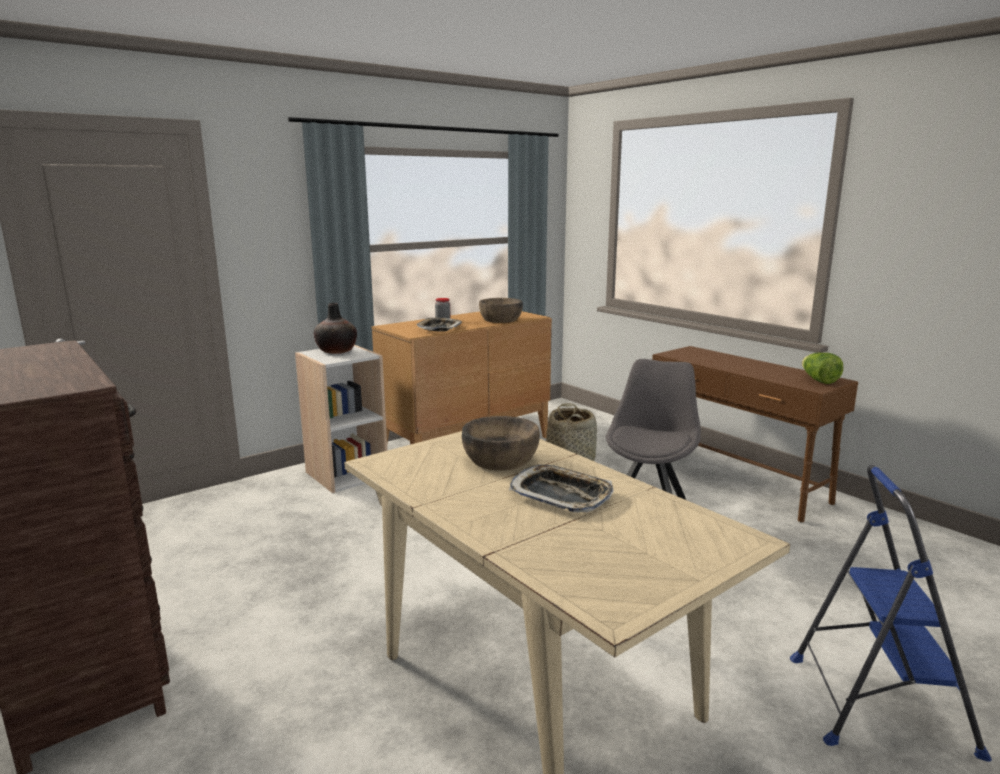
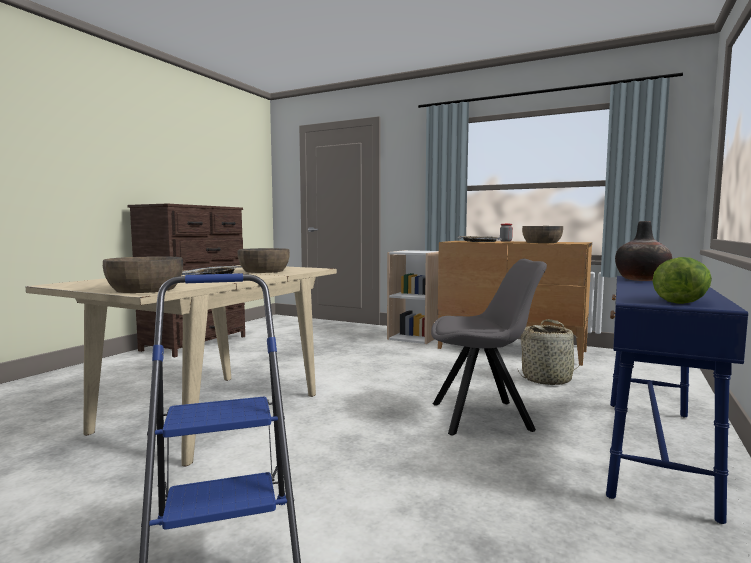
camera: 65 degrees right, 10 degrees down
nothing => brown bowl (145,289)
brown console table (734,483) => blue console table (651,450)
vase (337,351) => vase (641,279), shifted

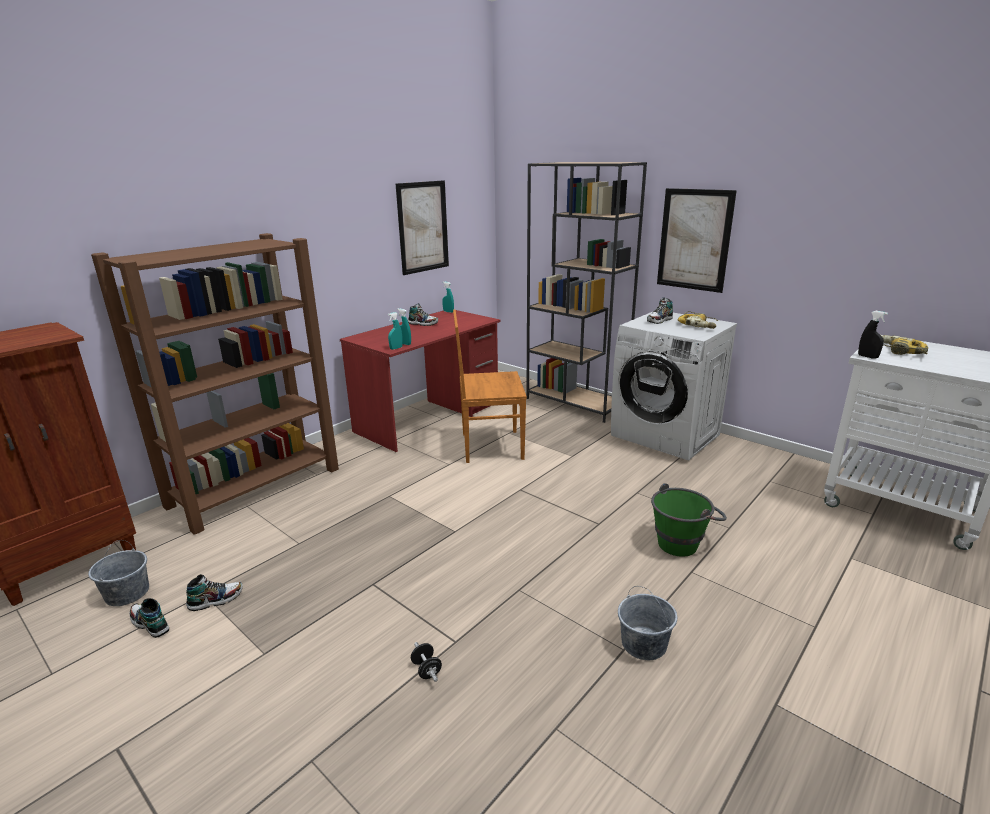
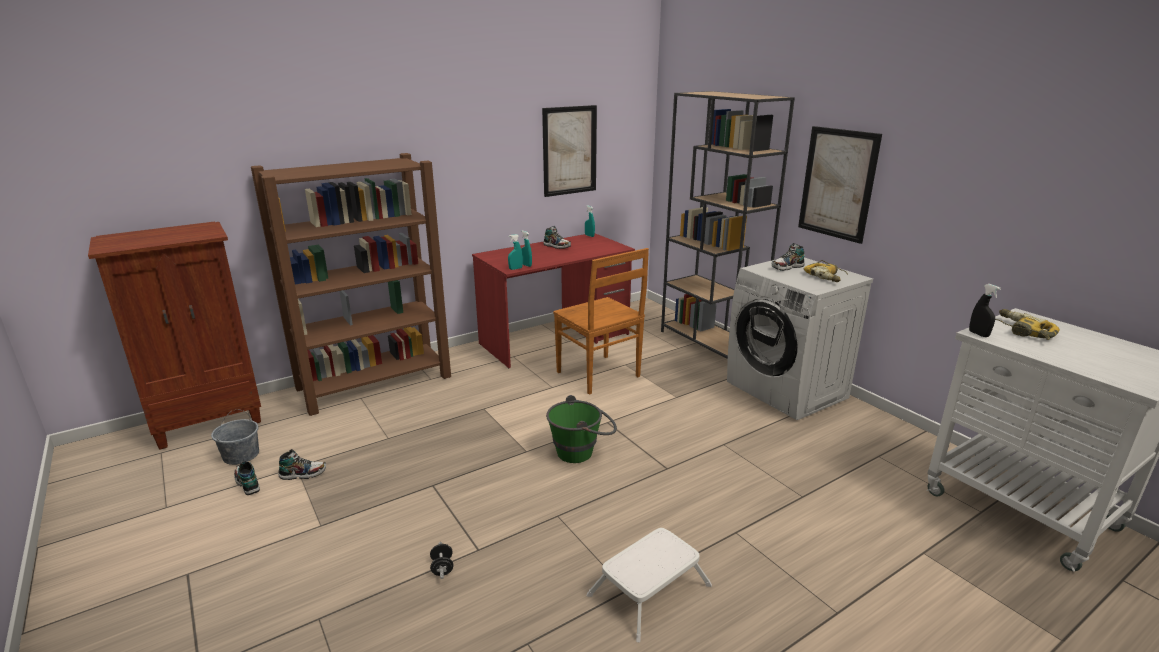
camera: 15 degrees right, 0 degrees up
green bucket (683,541) => green bucket (582,451), shifted
brown chair (489,446) => brown chair (599,375), 135 degrees counterclockwise
grey bucket (644,644) => white step ladder (649,590)

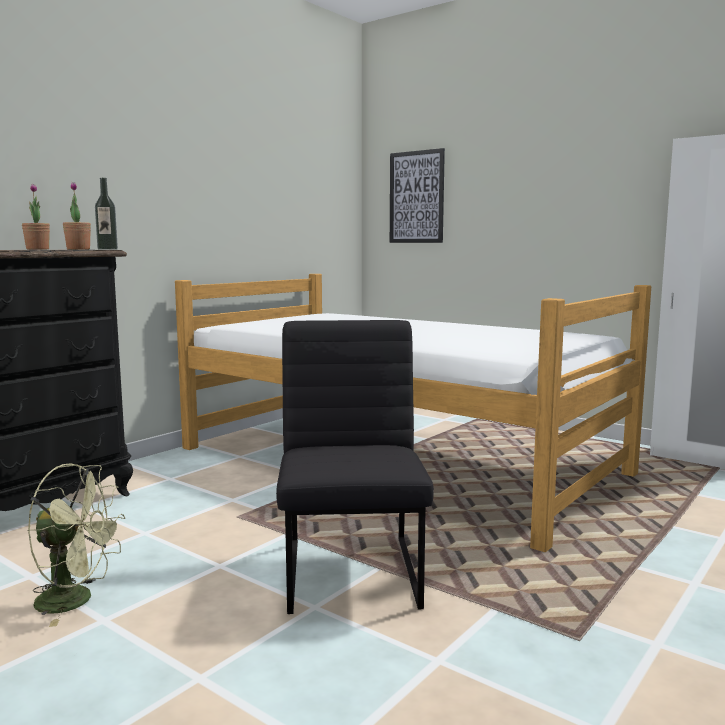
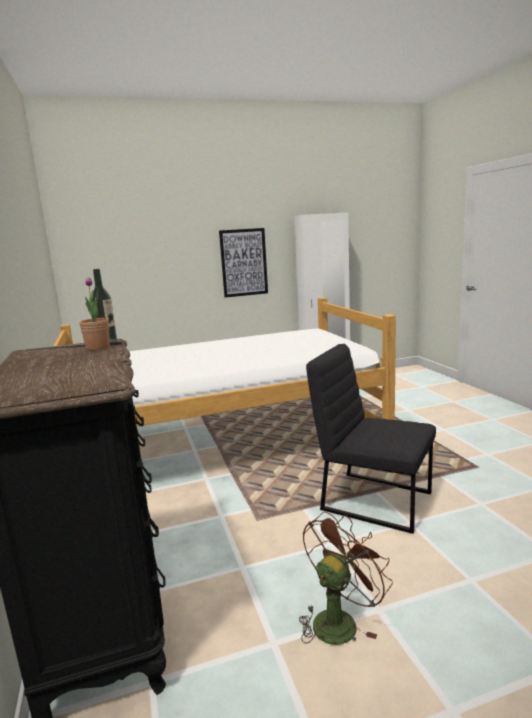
camera: 55 degrees left, 5 degrees up
picture (416,197) => picture (244,262), shifted
green fan (76,601) => brown fan (339,620)
potted plant (37,249) => nothing

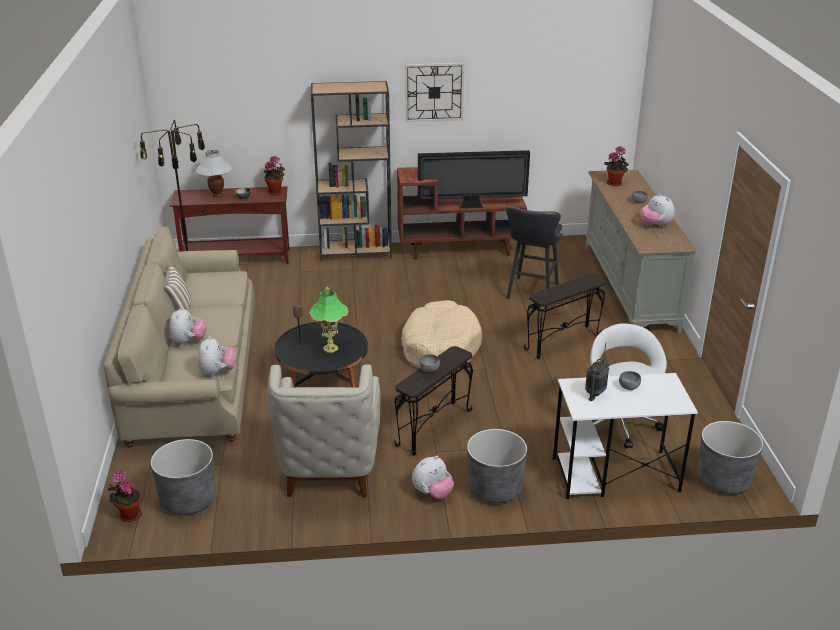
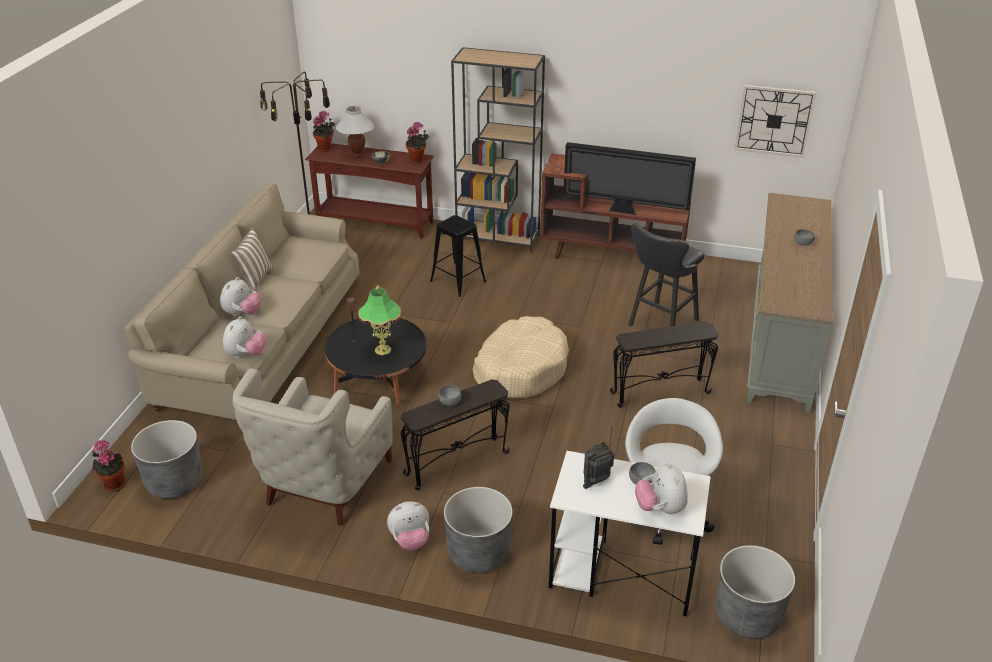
camera: 20 degrees right, 5 degrees up
potted plant (615,183) => potted plant (326,148), shifted
nothing => black stool (458,281)
plush toy (655,225) => plush toy (660,508), shifted
wall clock (434,92) => wall clock (774,121), shifted

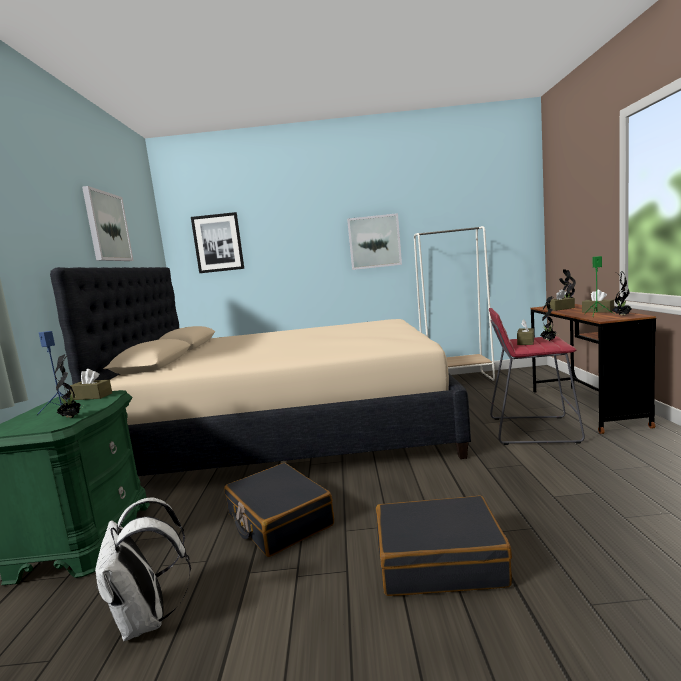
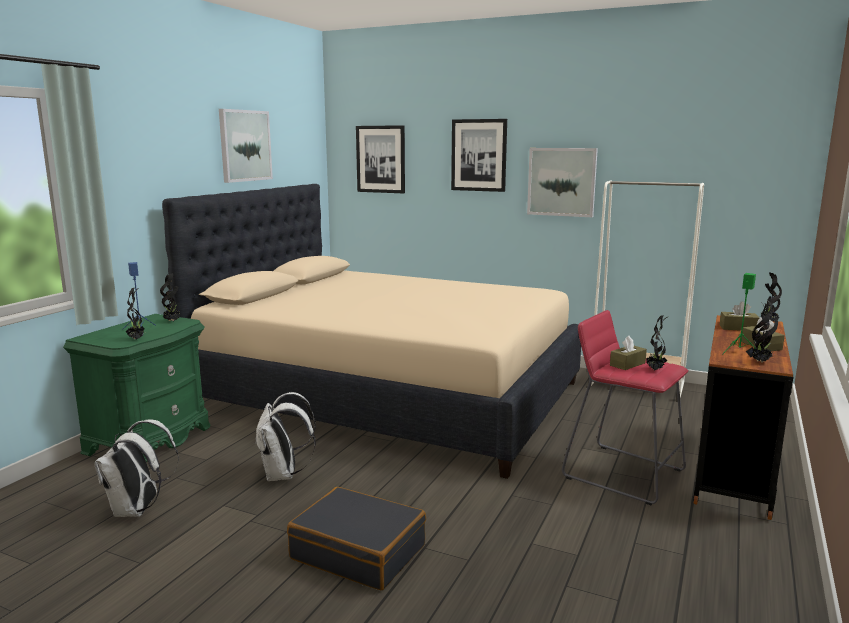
camera: 25 degrees right, 5 degrees up
brown tissue box (92,396) => potted plant (172,321)
black suitcase (279,520) => white backpack (283,475)
nothing => picture (479,155)

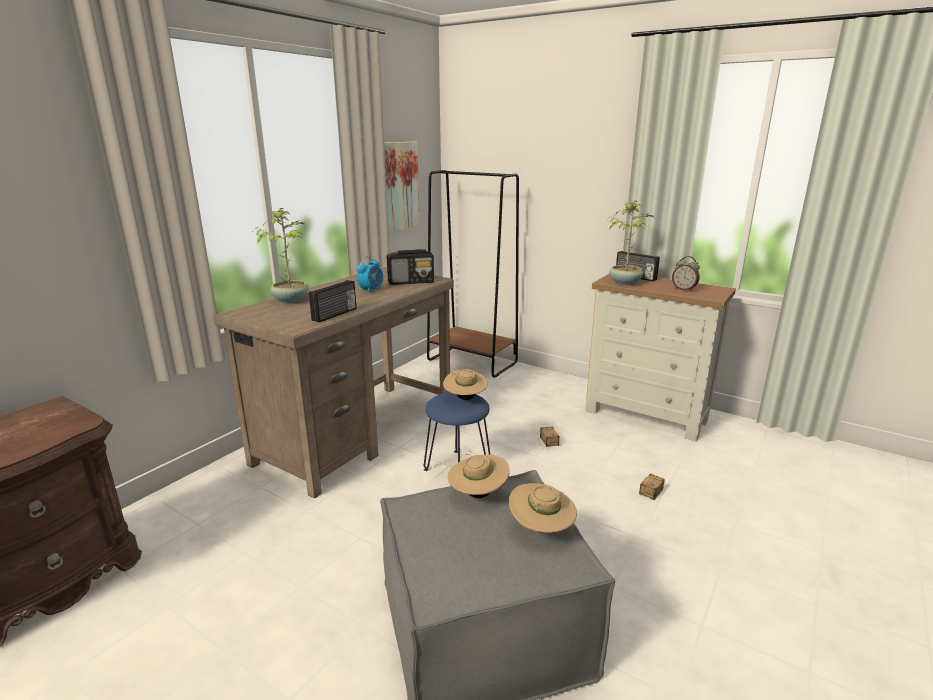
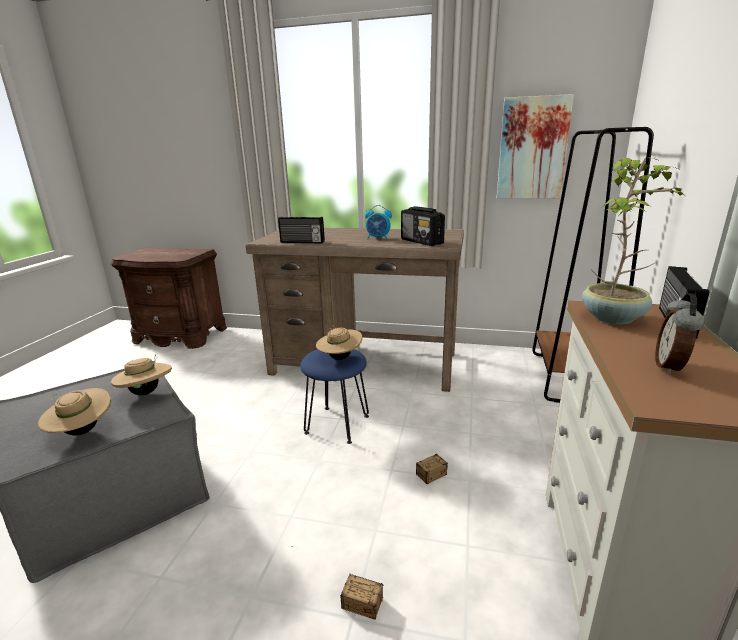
camera: 70 degrees right, 0 degrees up
potted plant (291,300) => nothing

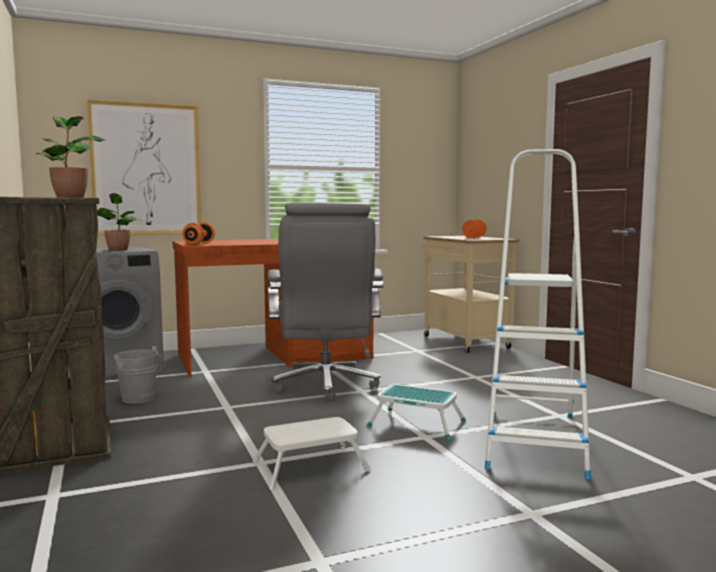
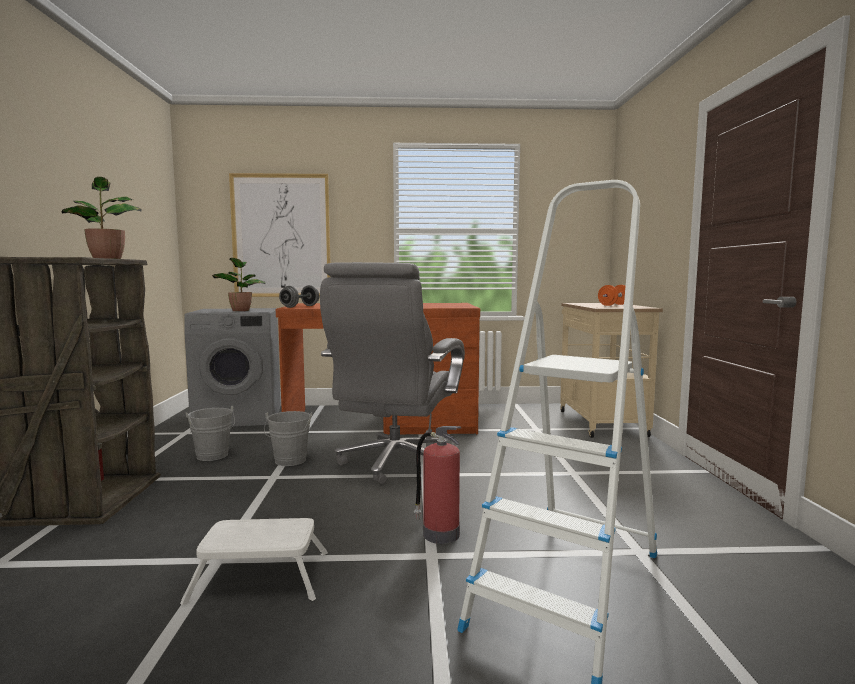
camera: 20 degrees right, 0 degrees up
nothing => grey bucket (289,462)
orange dumbbell (199,244) => grey dumbbell (300,306)
turquoise step ladder (416,424) => fire extinguisher (439,533)

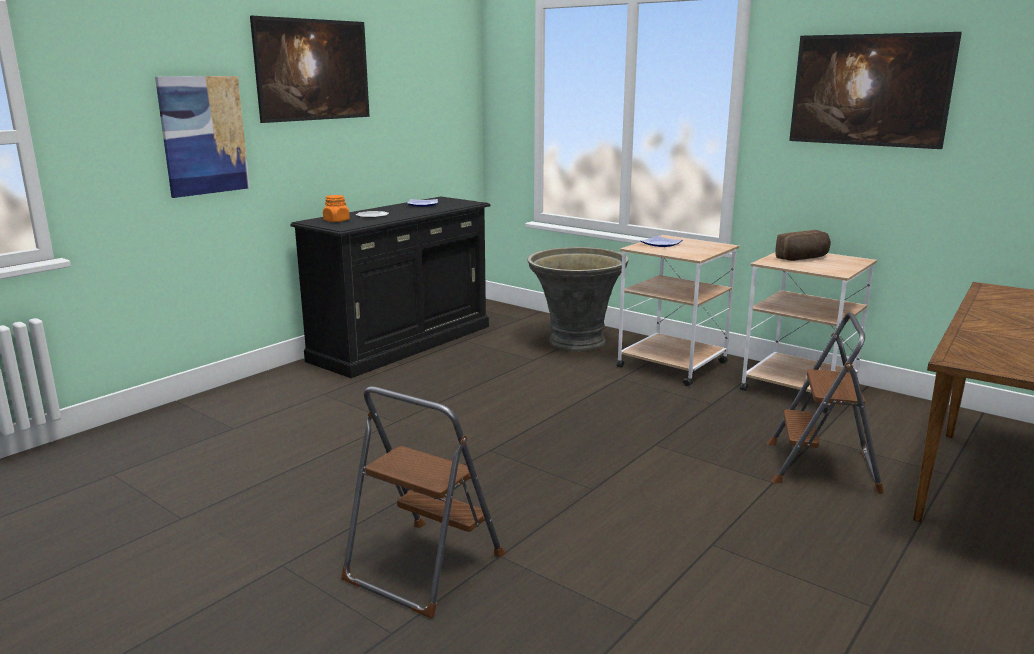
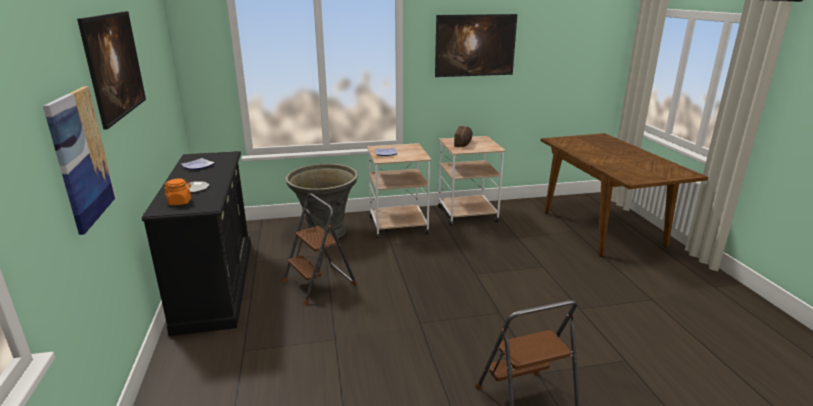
camera: 50 degrees left, 5 degrees up
brown step ladder (827,467) => brown step ladder (322,282), shifted

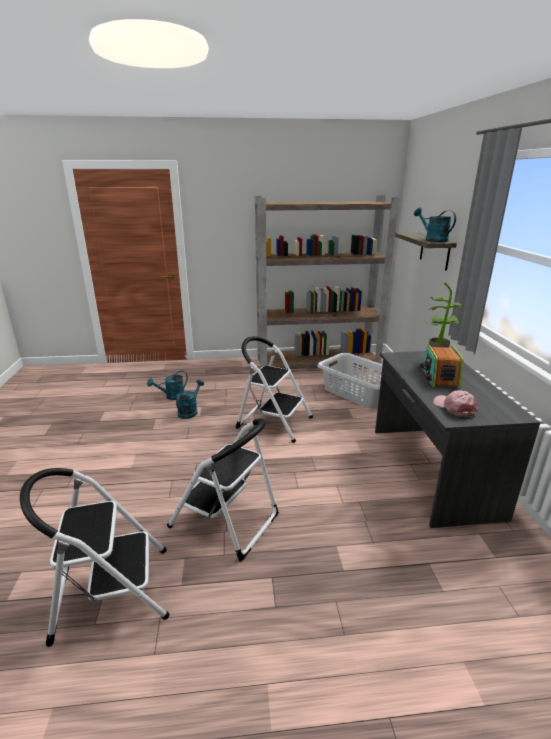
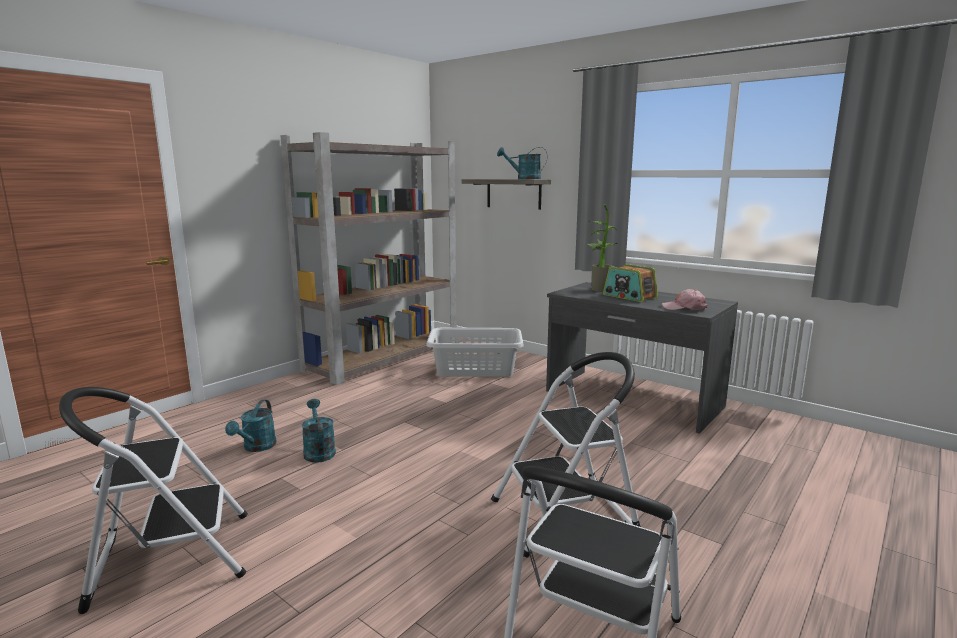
camera: 45 degrees left, 10 degrees down
step ladder (272,422) => step ladder (167,560), shifted

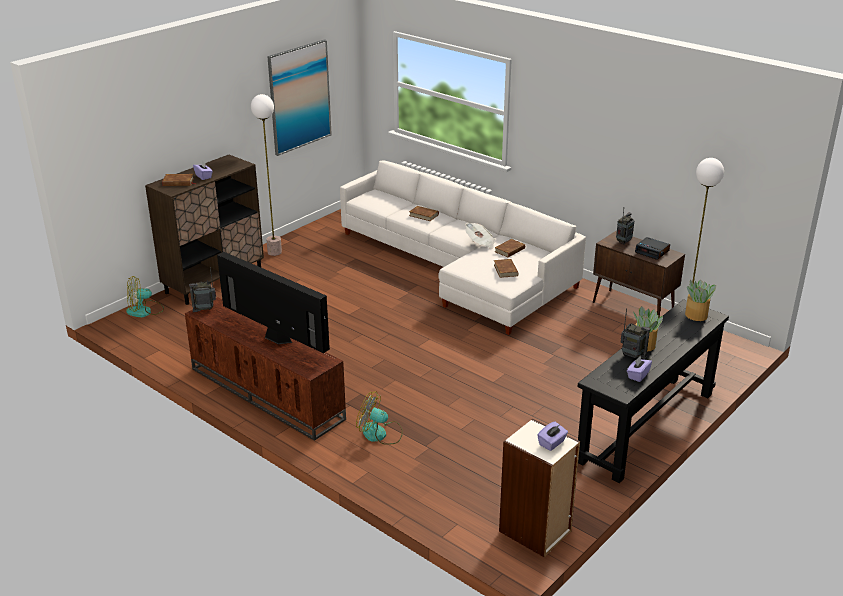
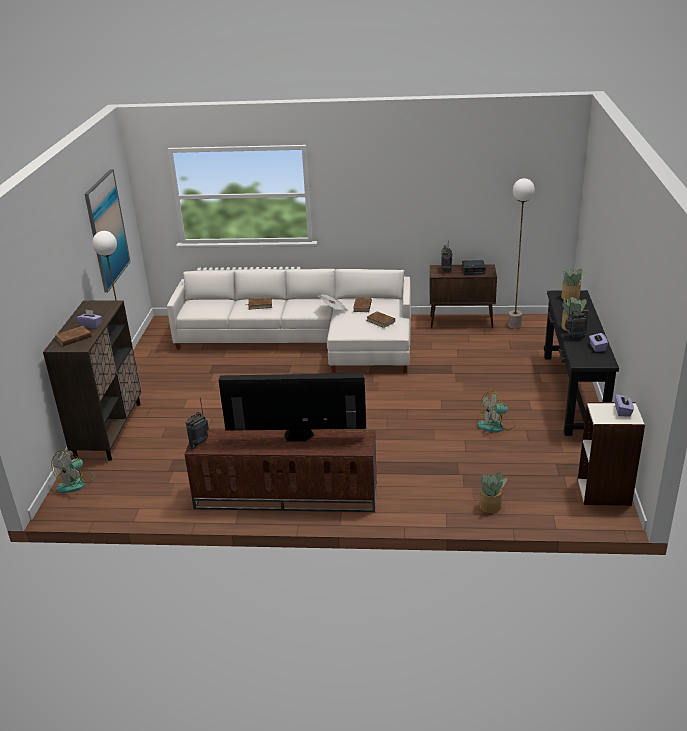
camera: 35 degrees left, 0 degrees up
fan (380,434) => fan (496,425), shifted
nothing => potted plant (491,506)

